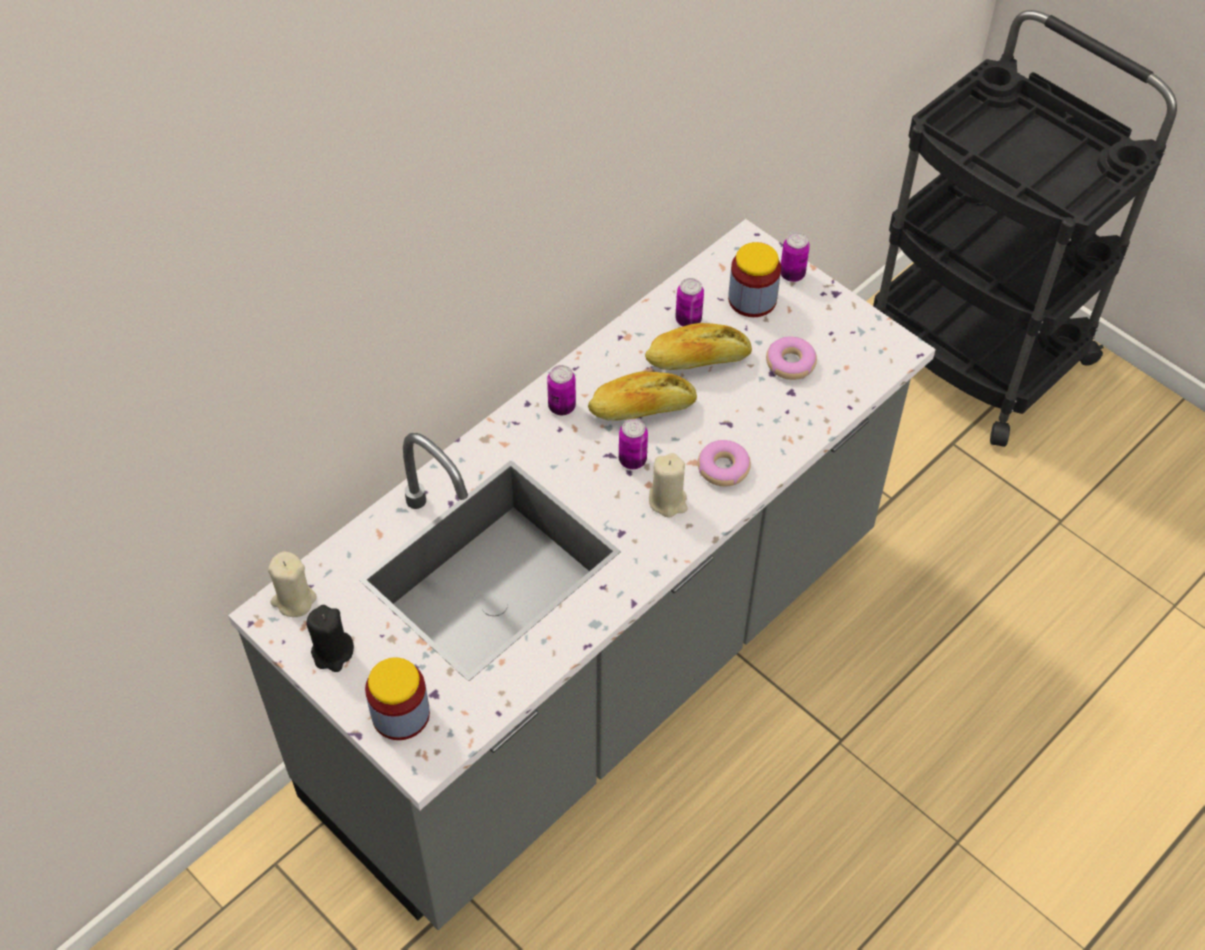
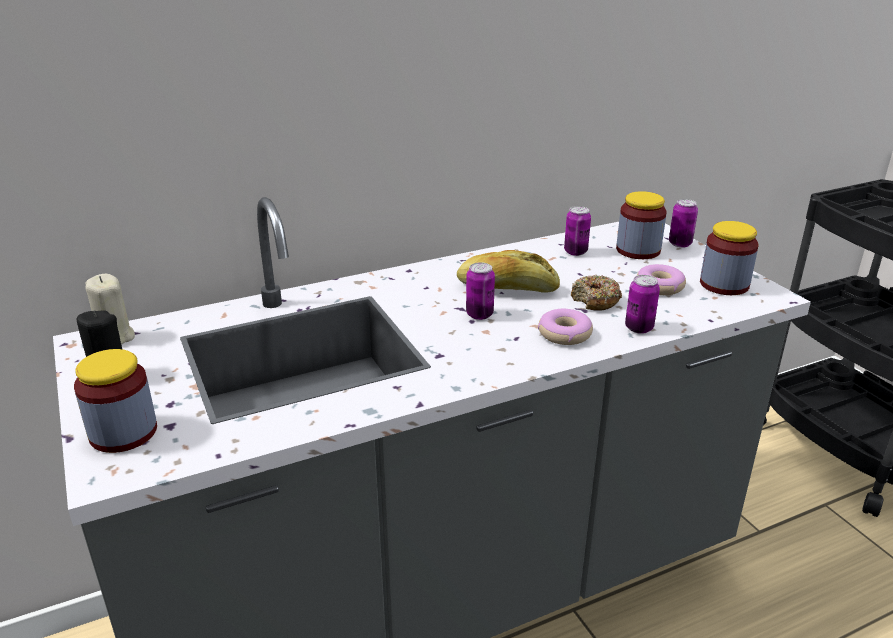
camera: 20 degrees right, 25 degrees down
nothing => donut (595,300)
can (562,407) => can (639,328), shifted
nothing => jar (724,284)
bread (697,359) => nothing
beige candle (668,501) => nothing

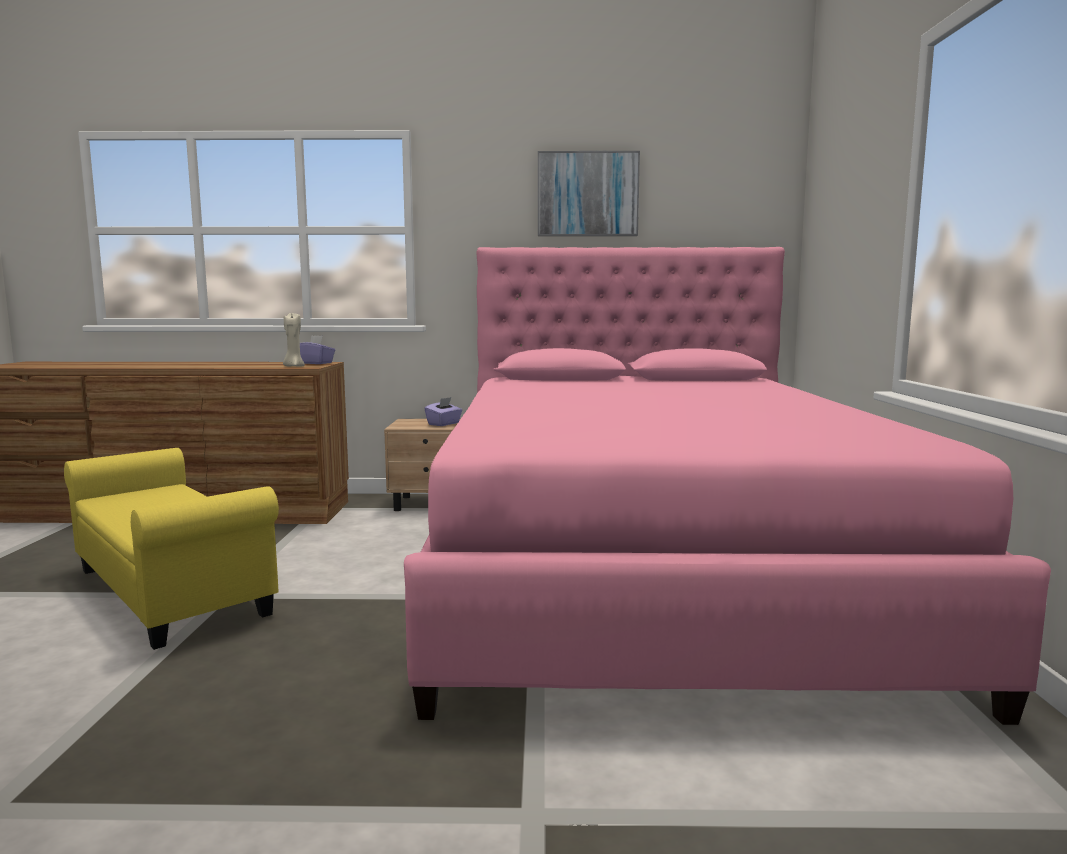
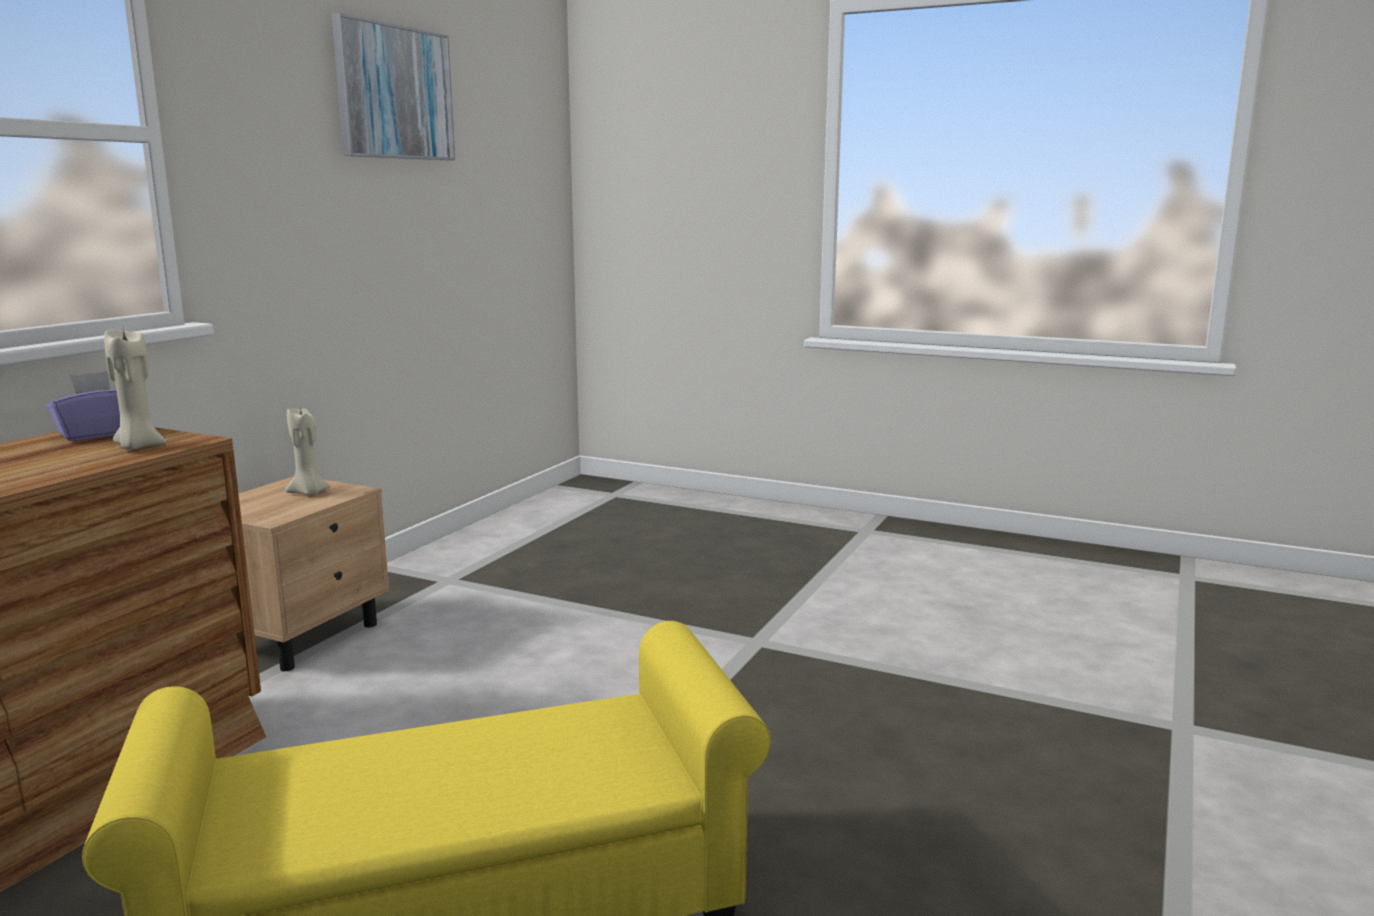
camera: 65 degrees left, 5 degrees up
purple tissue box (444,424) => beige candle (308,493)
pink bed (653,567) => nothing

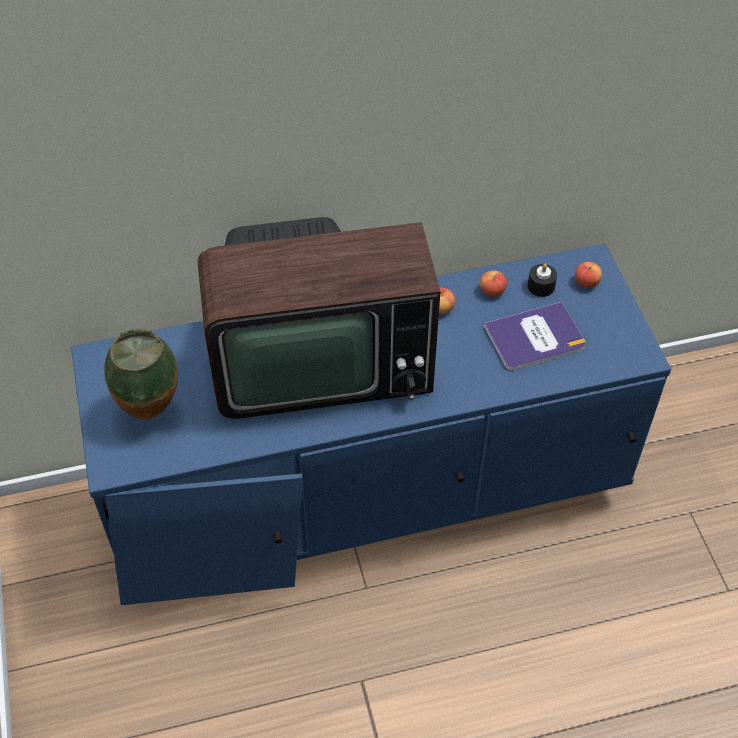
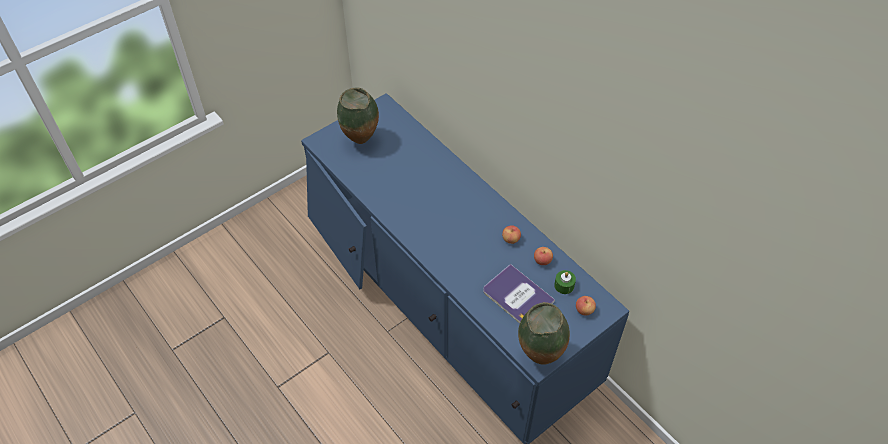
camera: 65 degrees right, 0 degrees up
nothing => vase (539,358)
black candle (541,286) => green candle (564,285)
television (317,360) => nothing

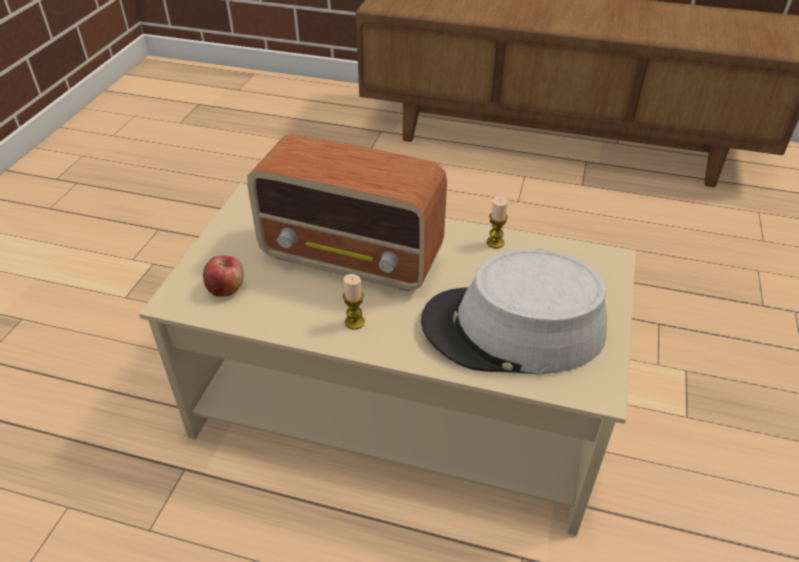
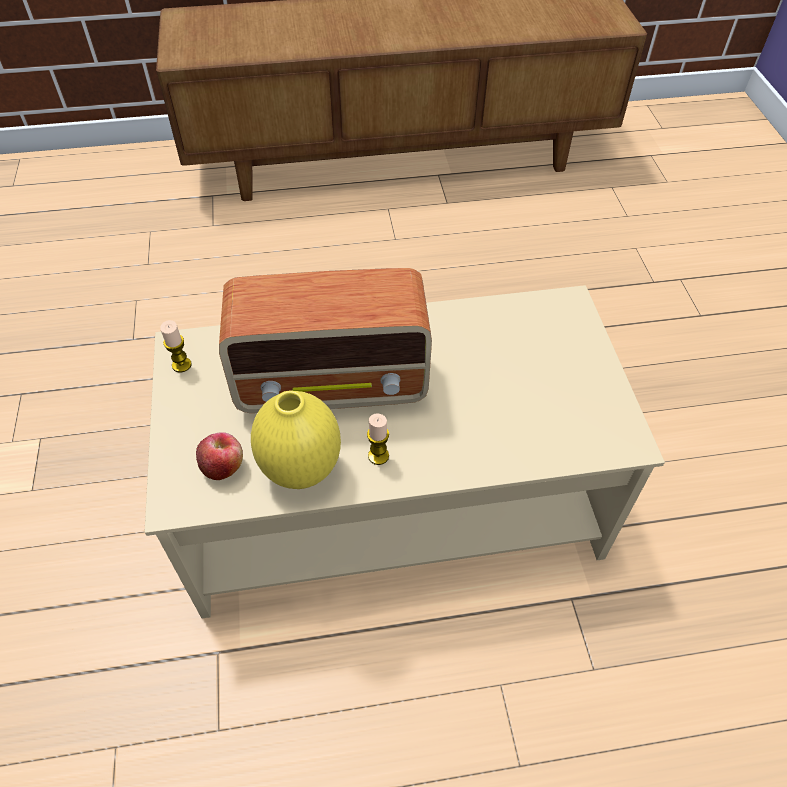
camera: 25 degrees left, 10 degrees up
candle (495,242) => candle (181,365), shifted
nothing => yellow vase (302,471)
grey hat (513,329) => nothing

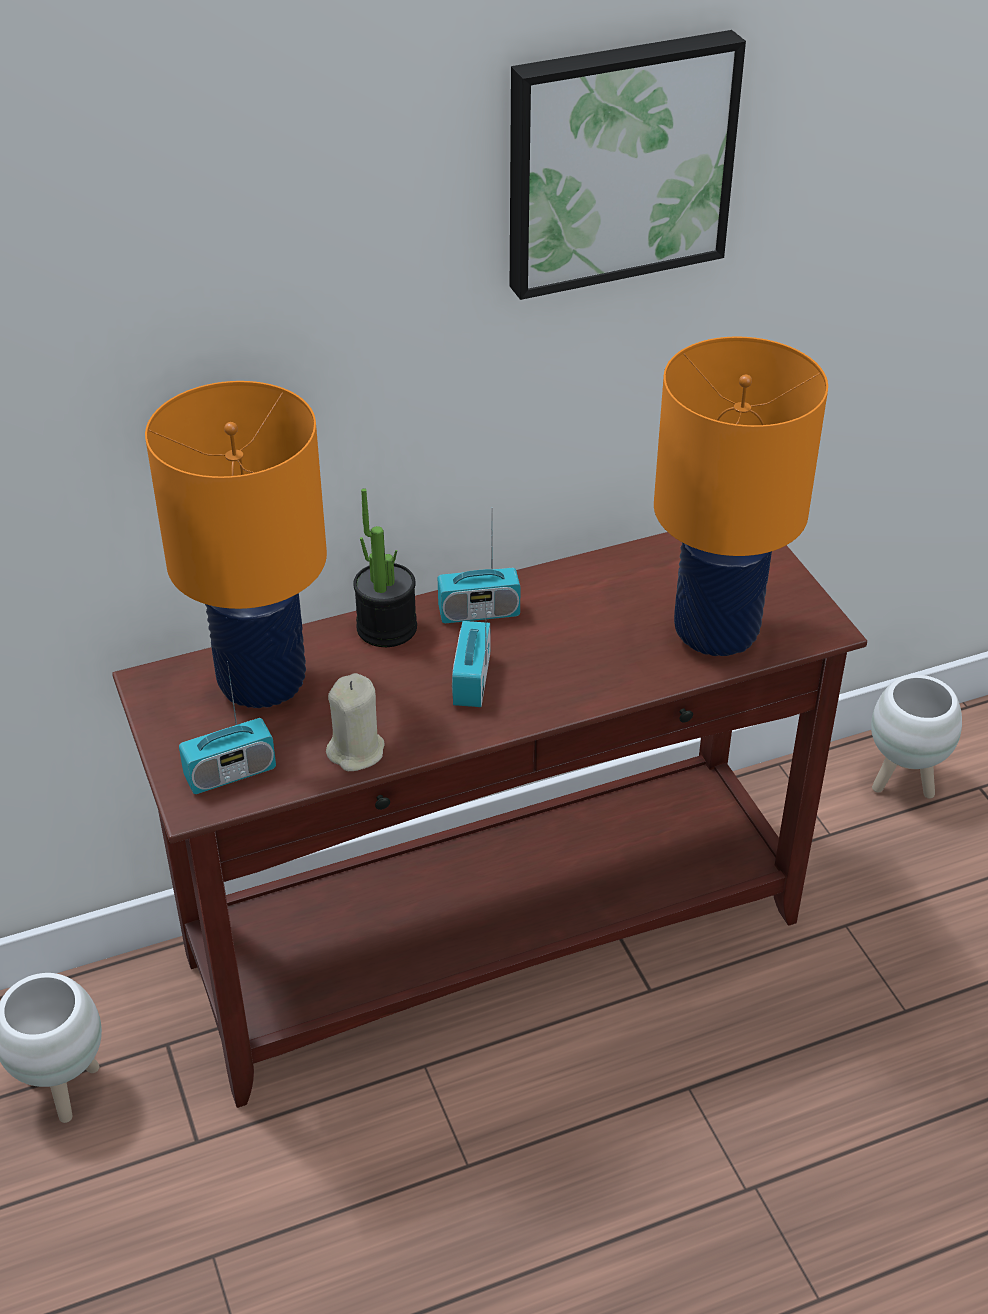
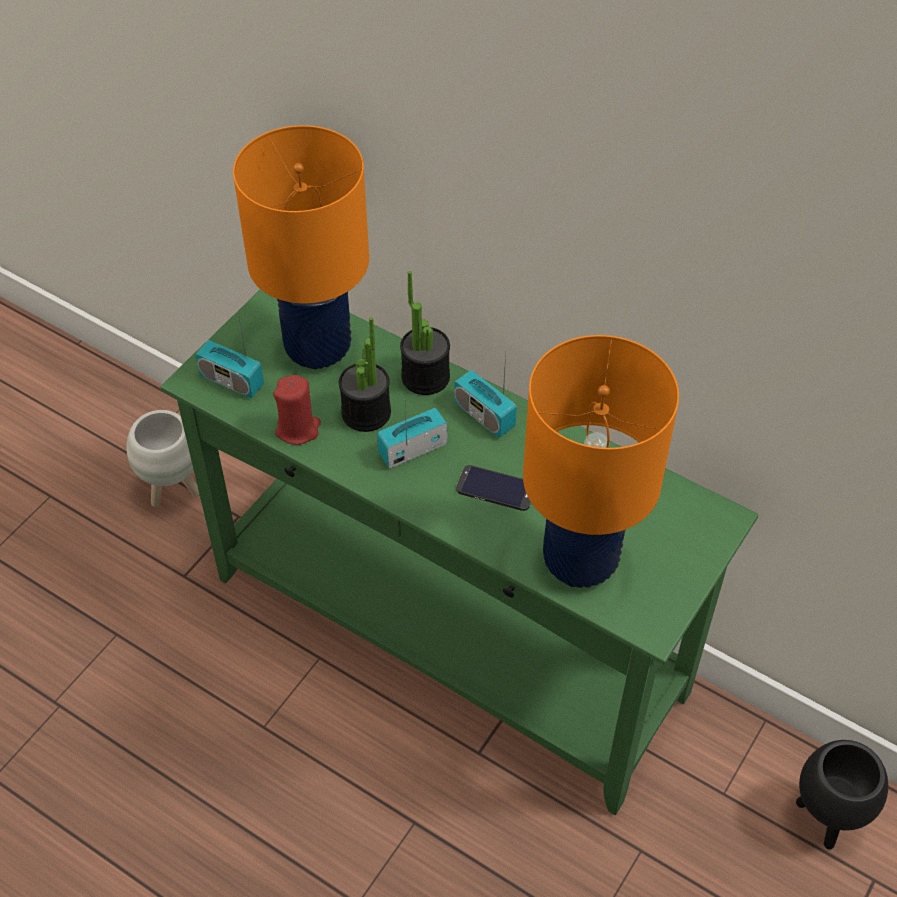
camera: 55 degrees right, 10 degrees up
brown console table (496,936) => green console table (451,634)
beige candle (356,751) => red candle (298,429)
nothing => potted plant (366,413)
nothing => phone (496,488)
white planter (903,782) => black planter (826,819)
picture (617,161) => nothing

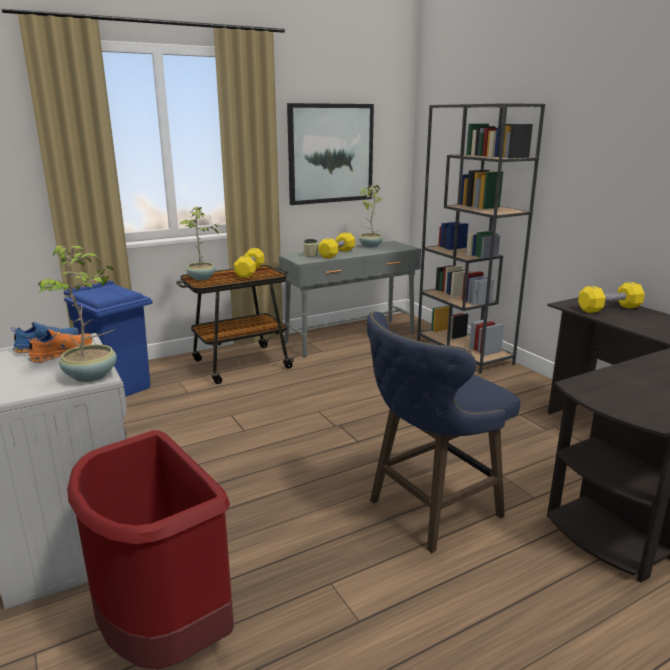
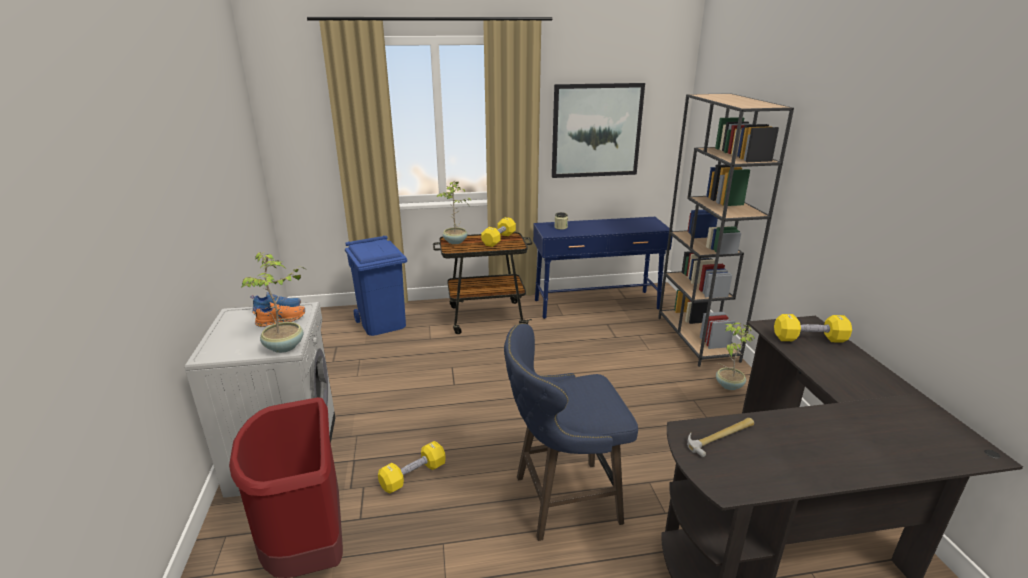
camera: 20 degrees right, 5 degrees up
yellow dumbbell (337,253) => yellow dumbbell (413,476), shifted
grey console table (351,338) => blue console table (597,305)
nothing => hammer (721,437)
potted plant (369,246) => potted plant (728,385), shifted

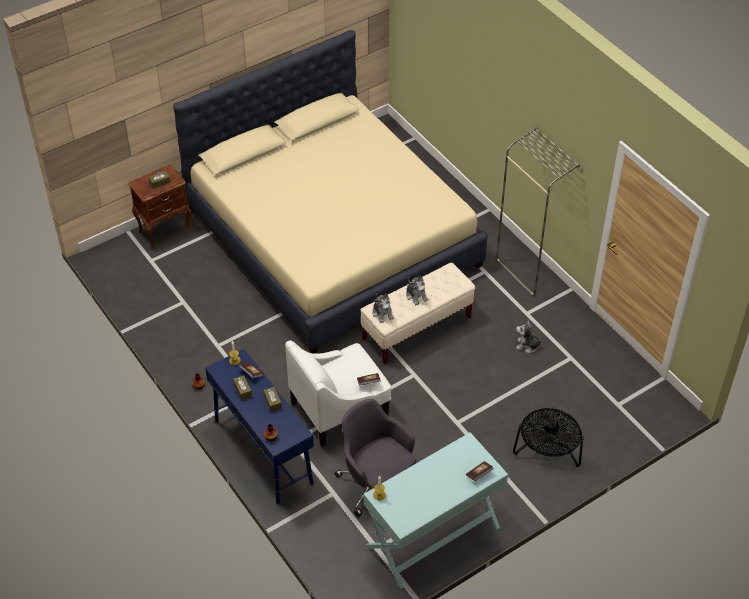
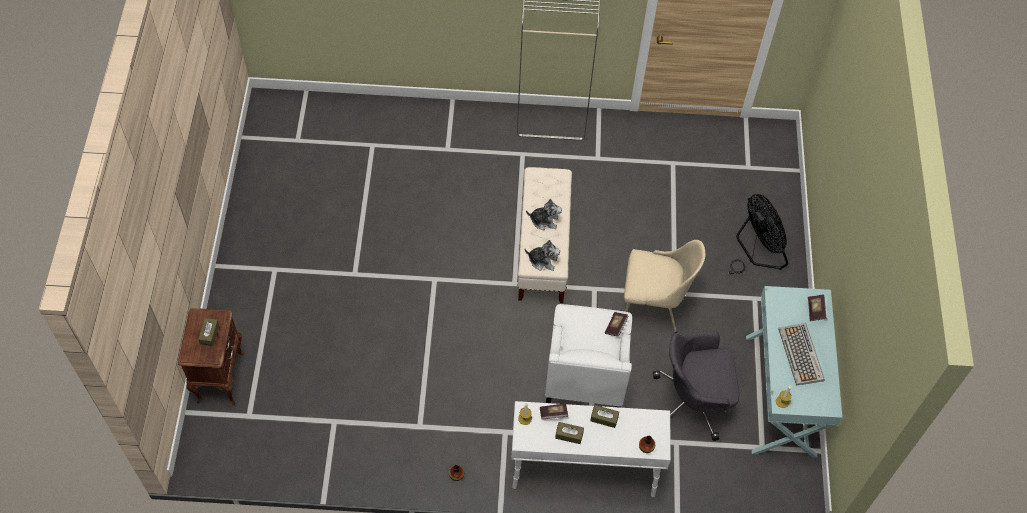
camera: 55 degrees left, 10 degrees up
blue console table (264,451) => white console table (584,469)
nothing => beige chair (652,307)
black fan (545,449) => black fan (754,249), 75 degrees counterclockwise
nothing => keyboard (801,355)
beige bed (332,237) => nothing
plush toy (528,345) => nothing

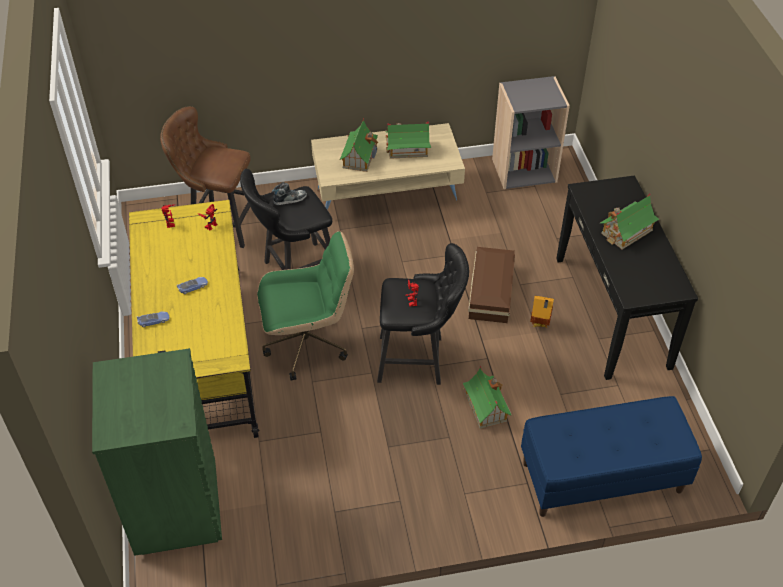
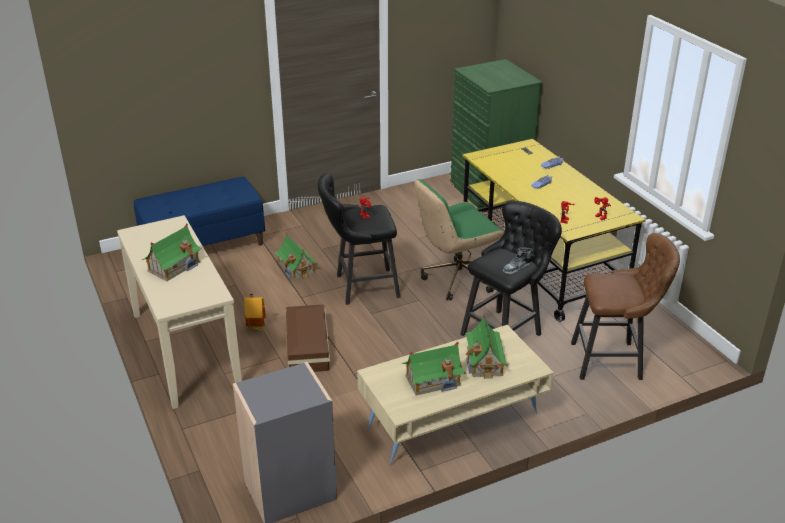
camera: 165 degrees right, 15 degrees down
black console table (612,311) => beige console table (184,350)

